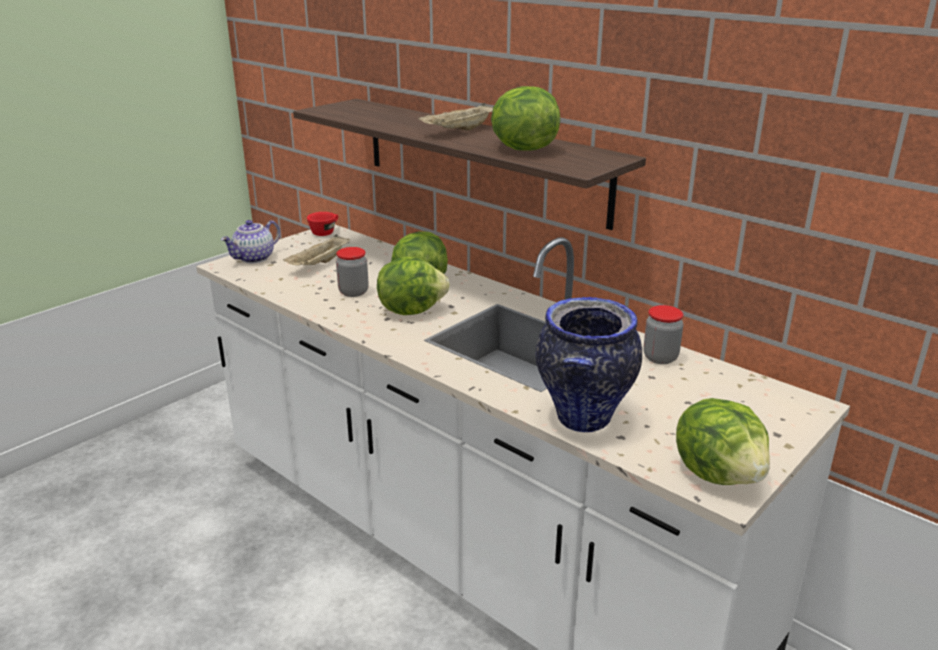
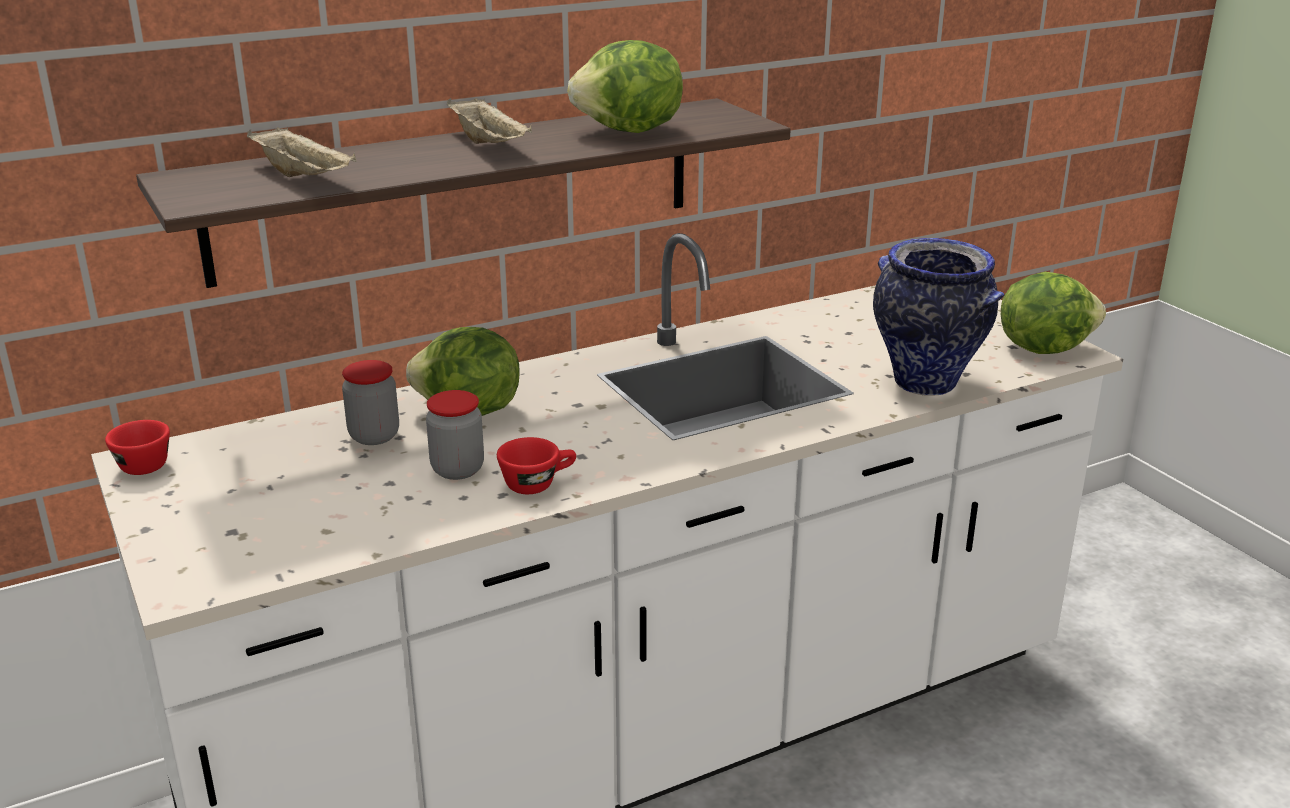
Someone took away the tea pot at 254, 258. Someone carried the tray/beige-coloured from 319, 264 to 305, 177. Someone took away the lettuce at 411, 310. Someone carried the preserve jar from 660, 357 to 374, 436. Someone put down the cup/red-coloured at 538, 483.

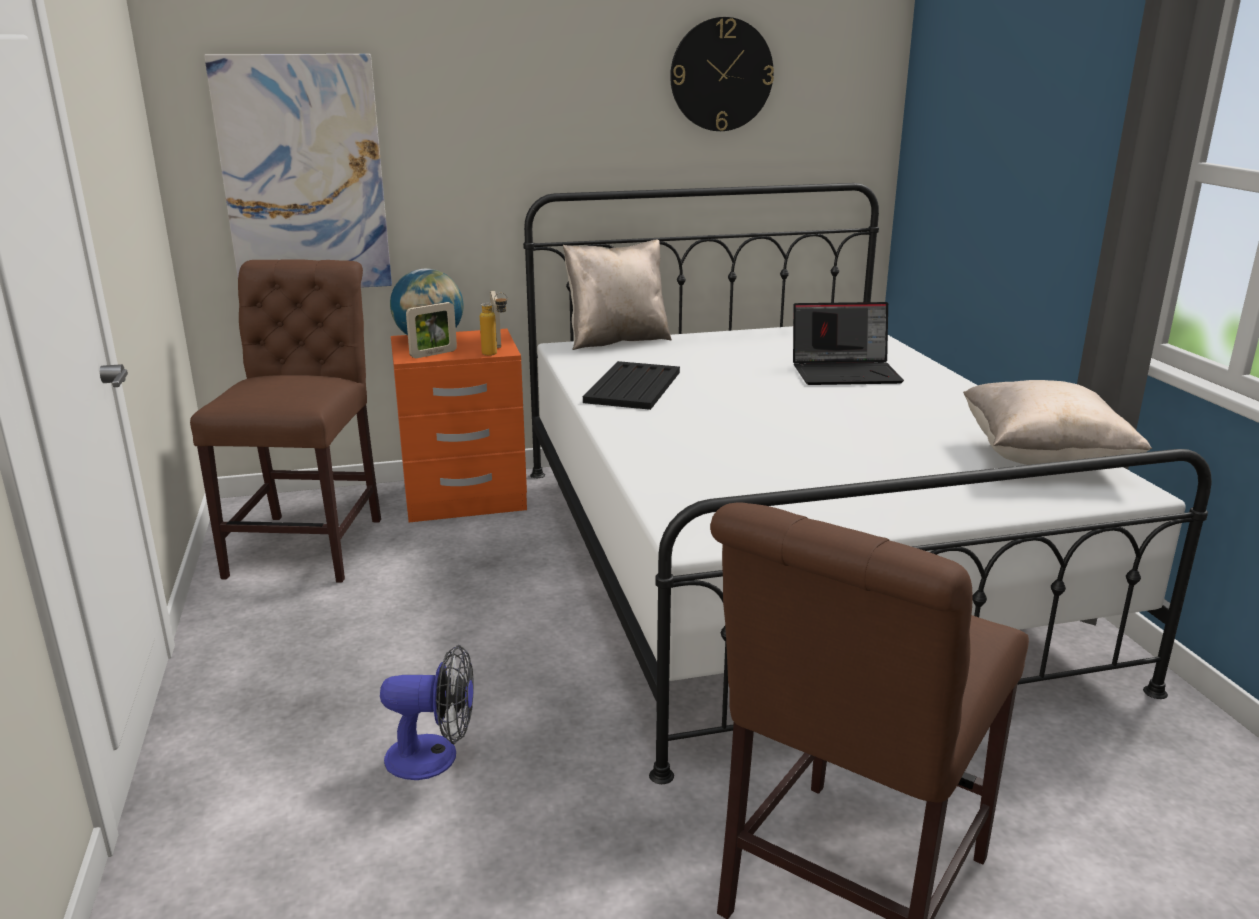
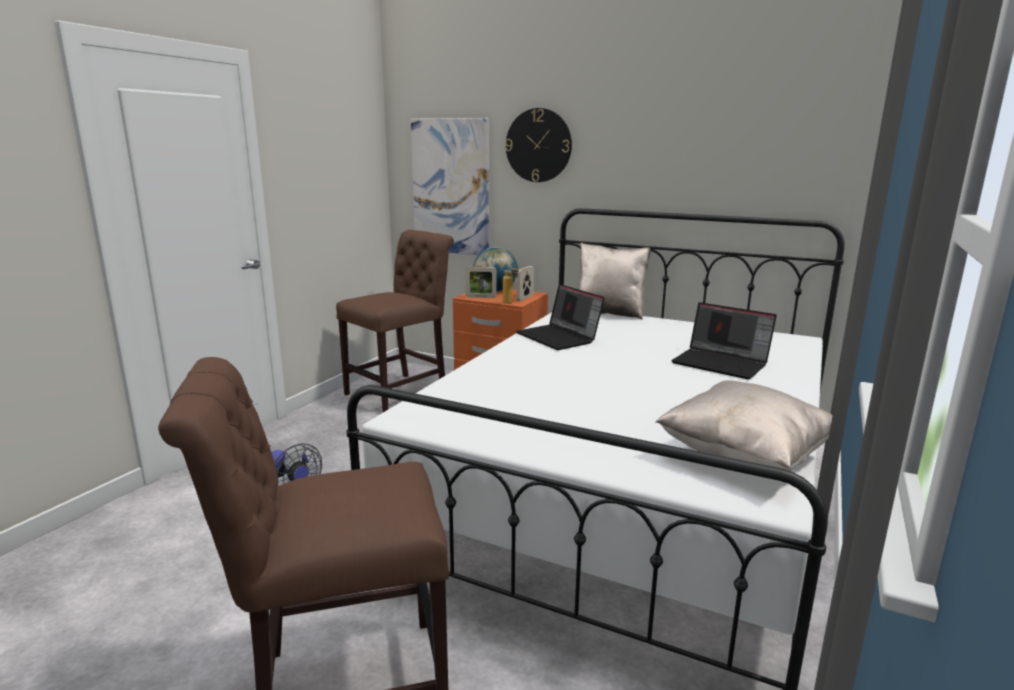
Someone carried the hanging clock from 721, 75 to 538, 145. Someone swapped the tray/black at 634, 386 for the laptop at 559, 337.

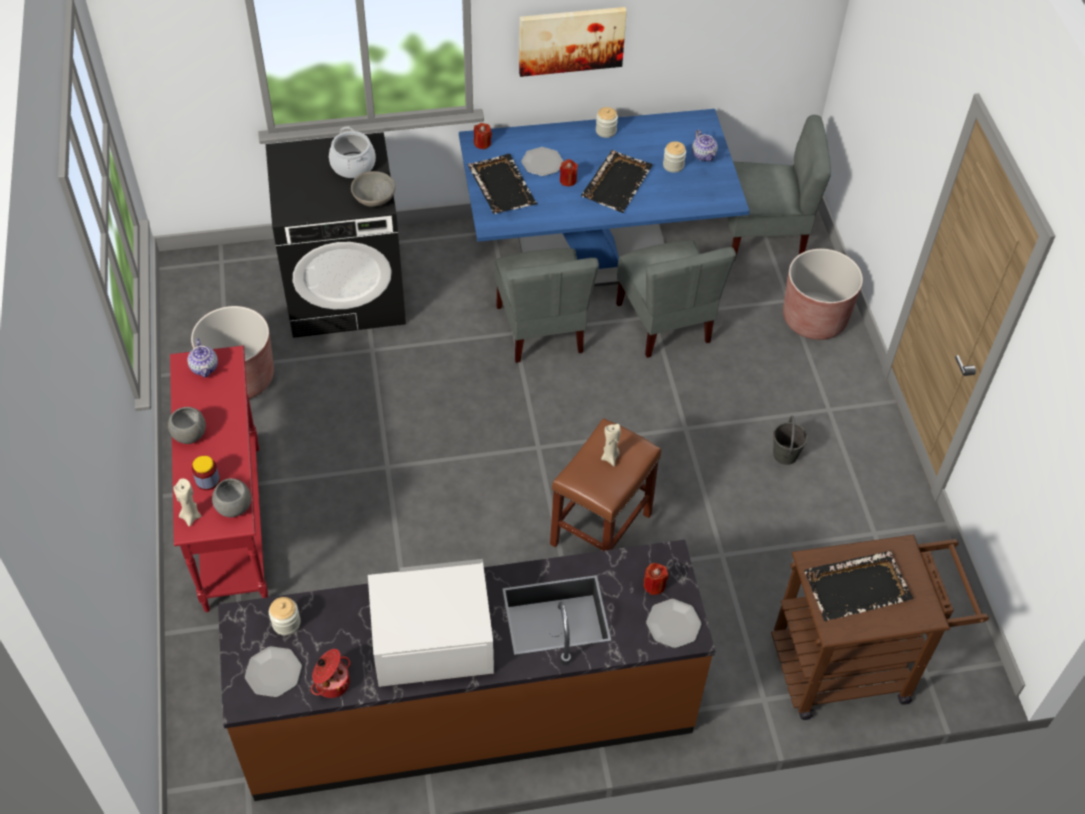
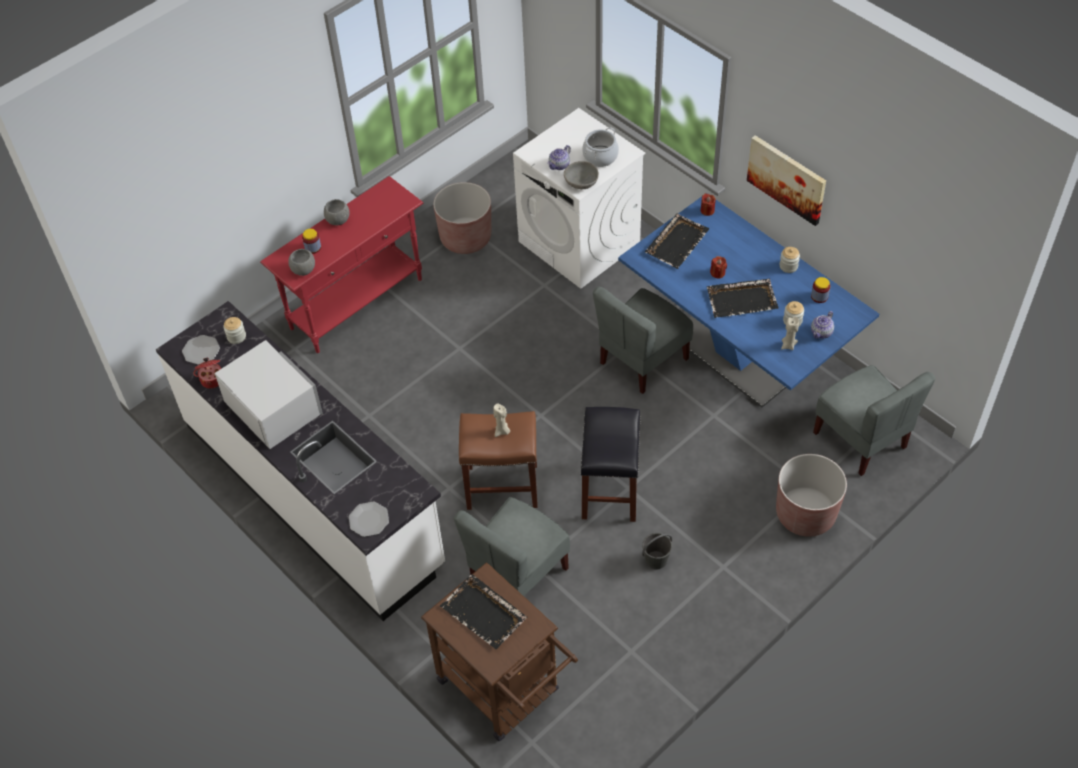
Someone repainted the washing machine/black at 346, 291, which became the washing machine/whitish at 579, 243. Someone took away the dinner plate at 542, 162. Someone carried the plain chair/gray from 665, 323 to 517, 574. Someone carried the tea pot from 205, 367 to 559, 165. Someone carried the wax candle/beige-coloured from 191, 516 to 788, 345. Someone repainted the kitchen counter/brown-coloured at 469, 712, which became the kitchen counter/whitish at 314, 494. Someone took away the wax candle/red-coloured at 654, 585. Someone put down the preserve jar at 819, 296. Someone put down the stool/black at 610, 491.

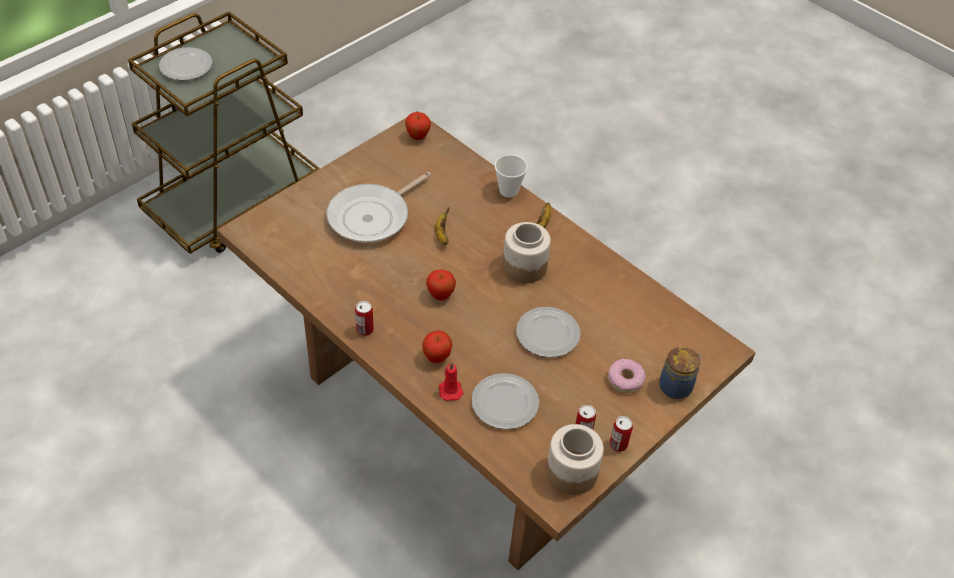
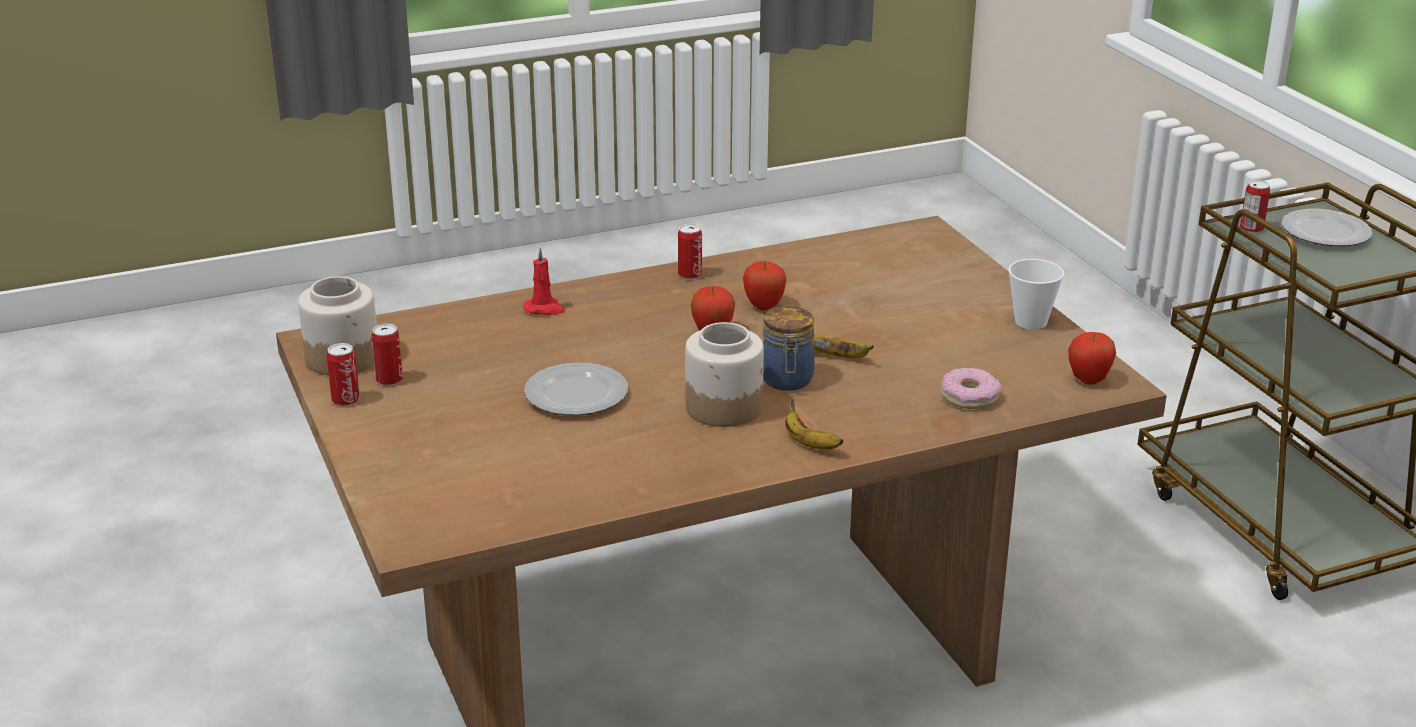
Someone carried the cup from 508, 190 to 1031, 322. Someone took away the skillet at 372, 216. Someone carried the whole apple from 437, 358 to 764, 306. Someone carried the preserve jar from 676, 386 to 787, 381. Someone carried the donut from 625, 379 to 969, 397. Someone took away the dinner plate at 504, 403. Someone put down the sealed can at 1251, 229.

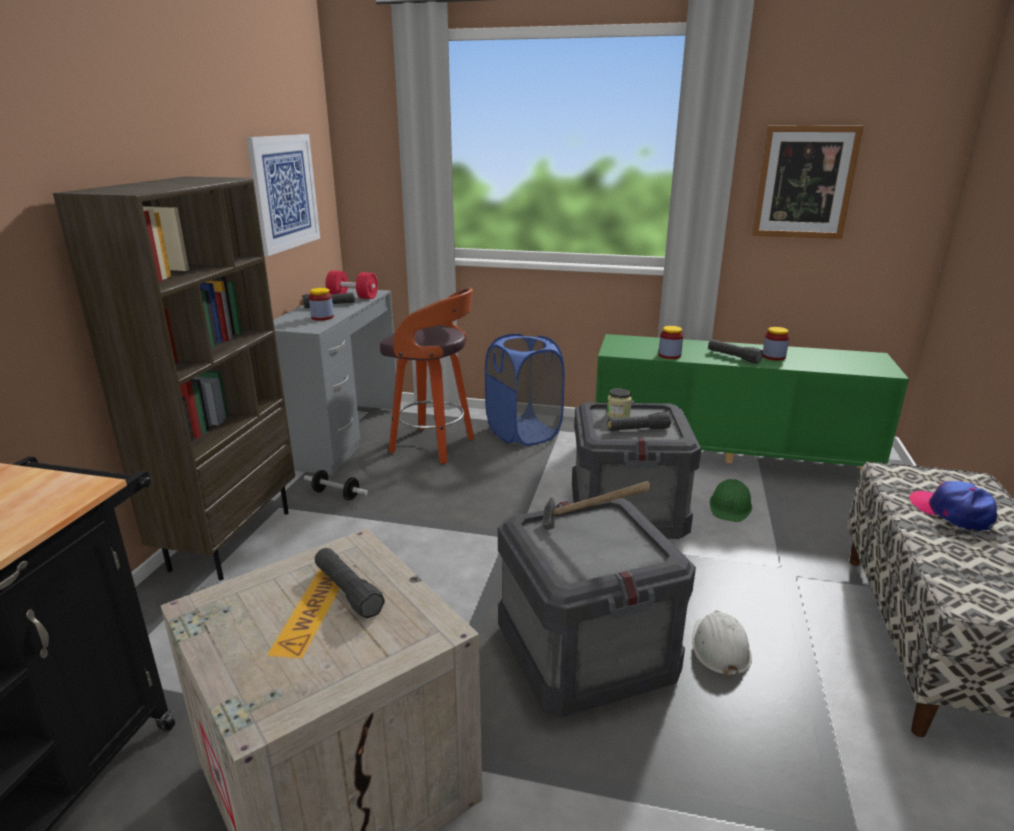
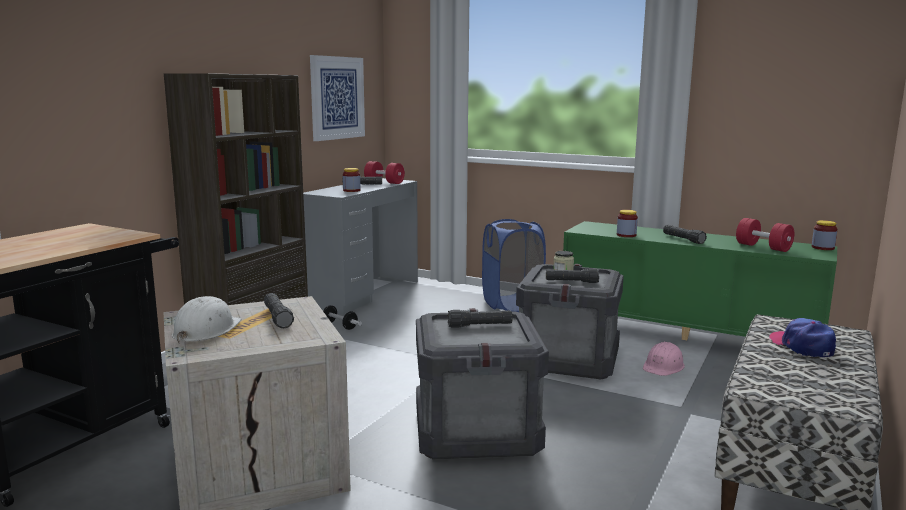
Someone took away the picture at 805, 182. Someone took away the stool at 434, 446. Someone carried the preserve jar from 773, 357 to 822, 248. Someone repainted the hard hat/green at 730, 507, which became the hard hat/pink at 663, 366. Someone swapped the hand hammer at 587, 531 for the flashlight/black at 480, 326. Someone carried the hard hat/whitish from 719, 648 to 206, 330. Someone put down the free weight/red-coloured at 763, 247.

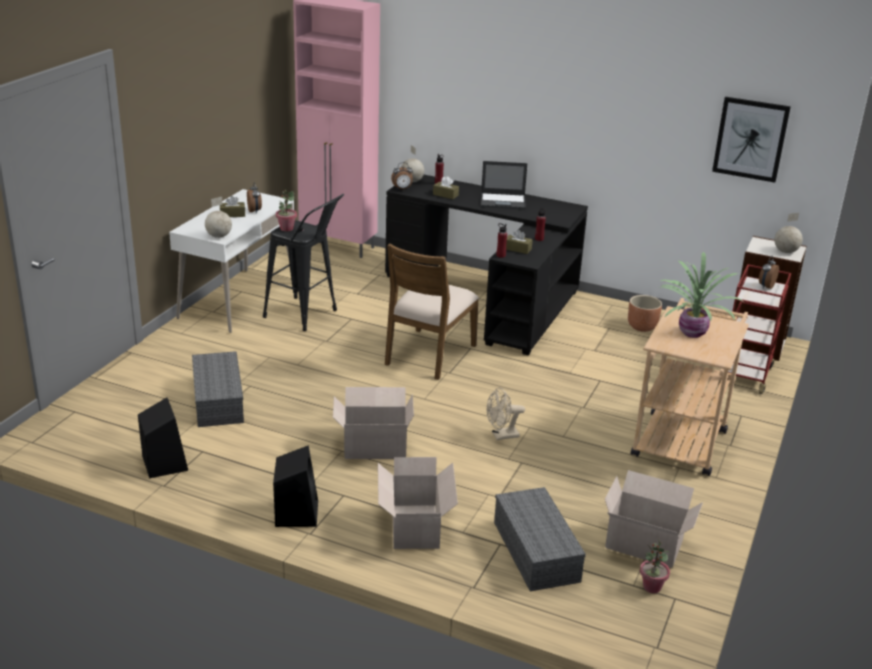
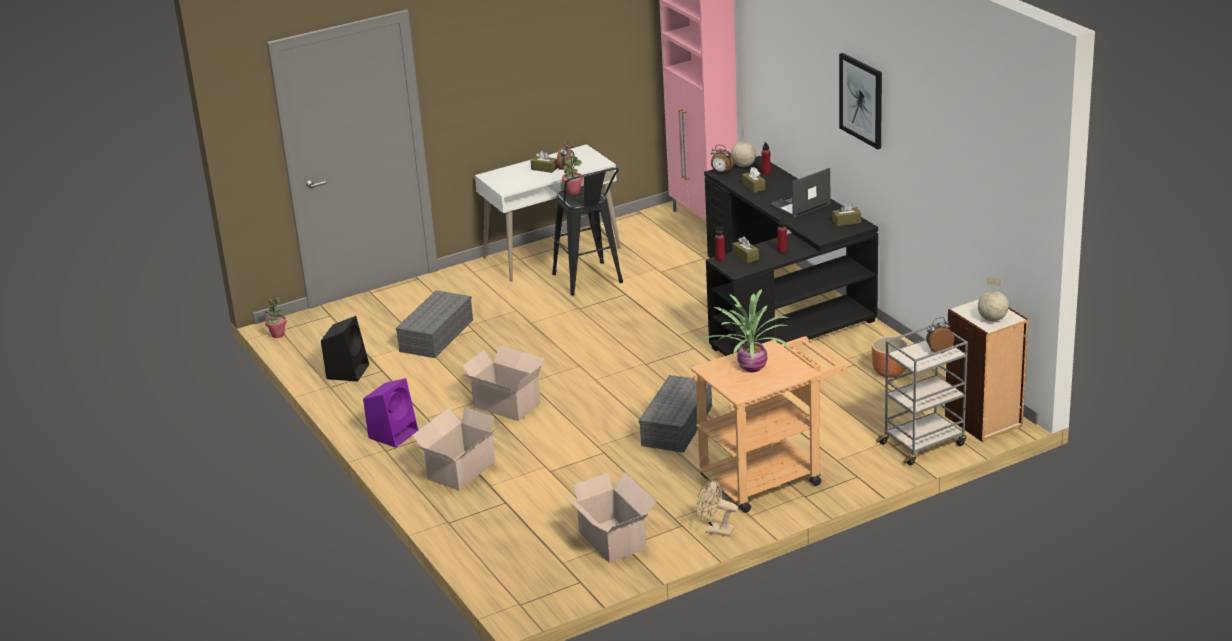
Someone carried the picture from 750, 139 to 861, 100. Someone rotated the laptop at 503, 201 by 105 degrees clockwise. Someone took away the desk globe at 218, 236. Someone took away the plain chair/brown-coloured at 429, 354. Someone repainted the wheeled cart/red-coloured at 745, 374, which became the wheeled cart/gray at 923, 443. Someone carried the electric fan/beige-coloured from 501, 436 to 715, 530. Someone repainted the speaker/black at 296, 512, which became the speaker/purple-coloured at 394, 433. Someone carried the storage box/gray from 537, 552 to 677, 426. Someone carried the houseplant from 651, 587 to 277, 335. Someone put down the tissue box/brown-coloured at 846, 221.

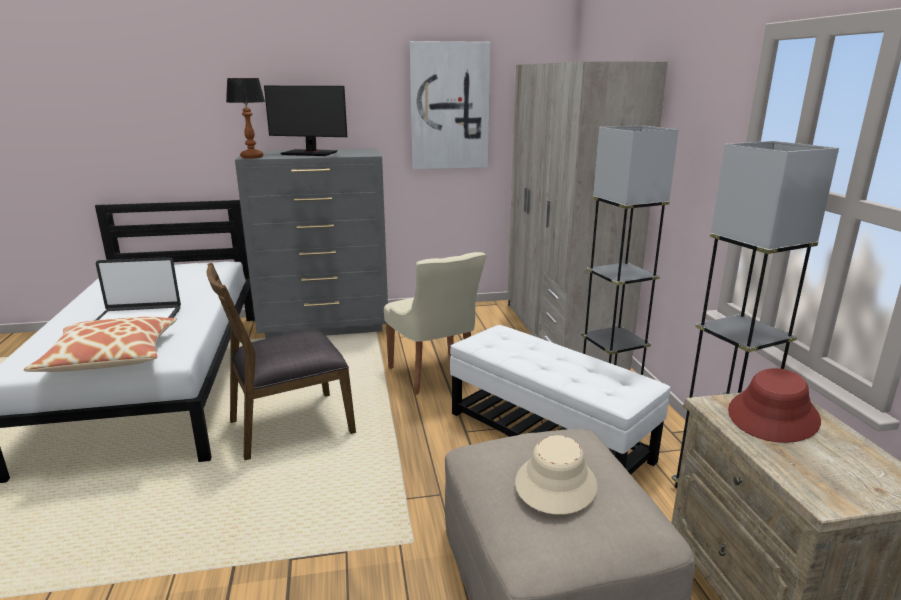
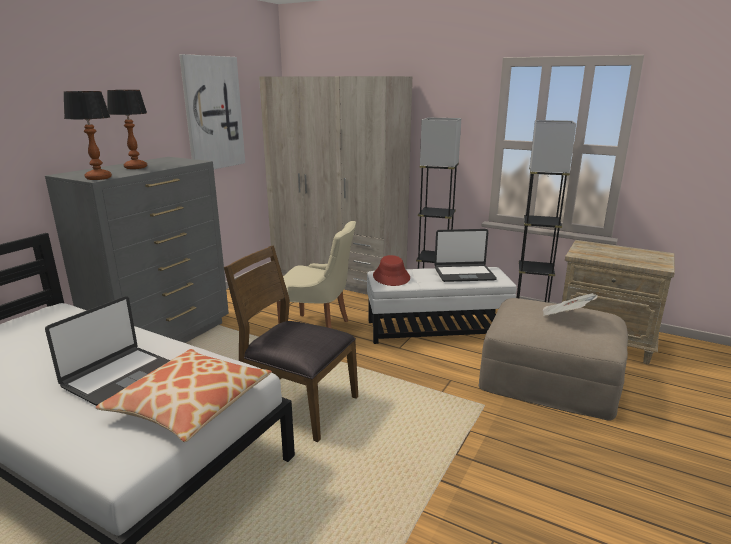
Someone swapped the monitor at 310, 153 for the tabletop lamp at 136, 167. Someone rotated the plain chair/brown-coloured at 290, 425 by 105 degrees clockwise. Someone carried the clothing hat/red-coloured from 773, 416 to 391, 277. Someone swapped the clothing hat/beige-coloured at 555, 484 for the daily paper at 565, 317. Someone put down the laptop at 464, 274.

